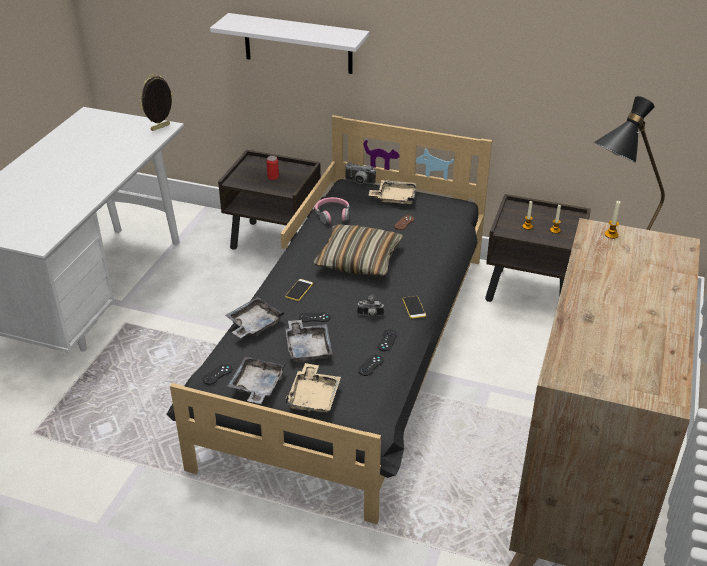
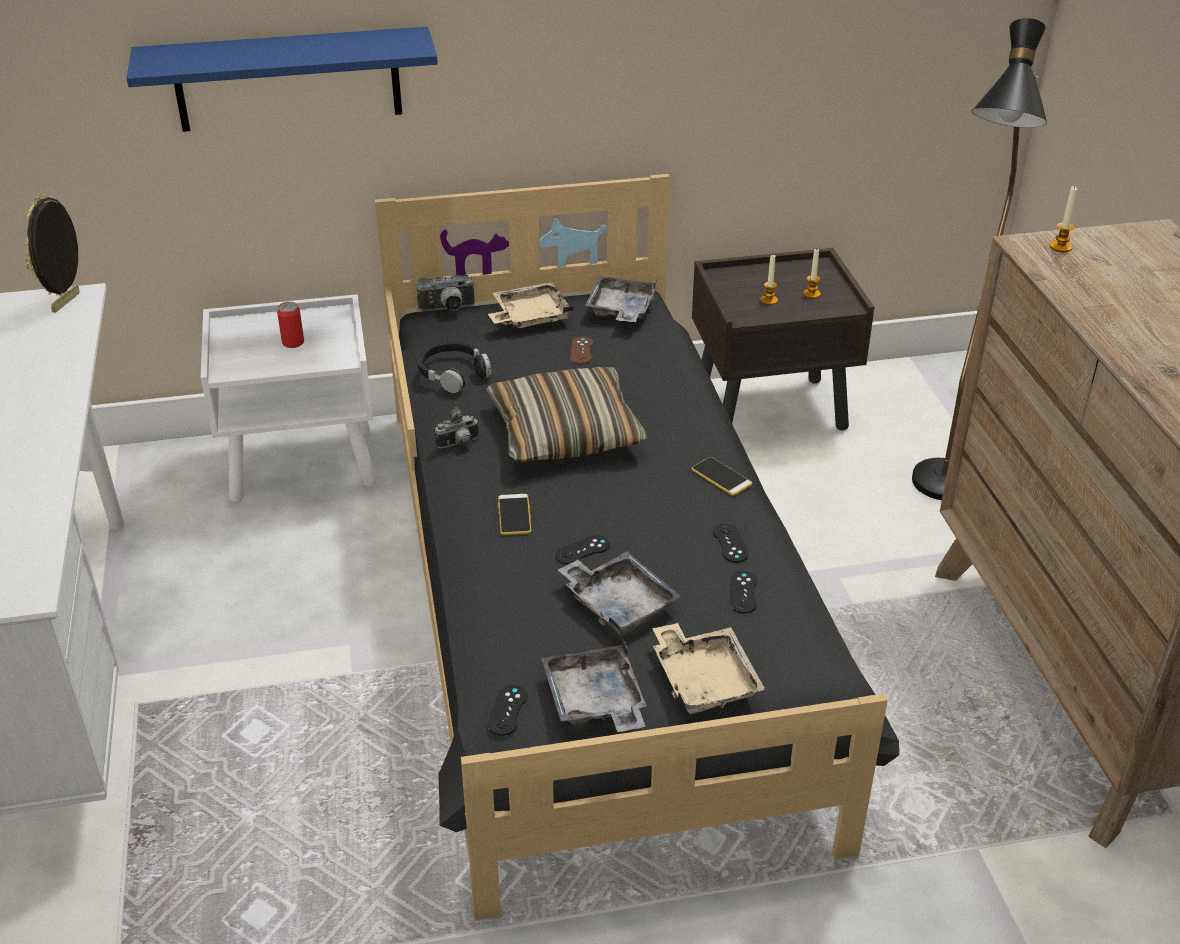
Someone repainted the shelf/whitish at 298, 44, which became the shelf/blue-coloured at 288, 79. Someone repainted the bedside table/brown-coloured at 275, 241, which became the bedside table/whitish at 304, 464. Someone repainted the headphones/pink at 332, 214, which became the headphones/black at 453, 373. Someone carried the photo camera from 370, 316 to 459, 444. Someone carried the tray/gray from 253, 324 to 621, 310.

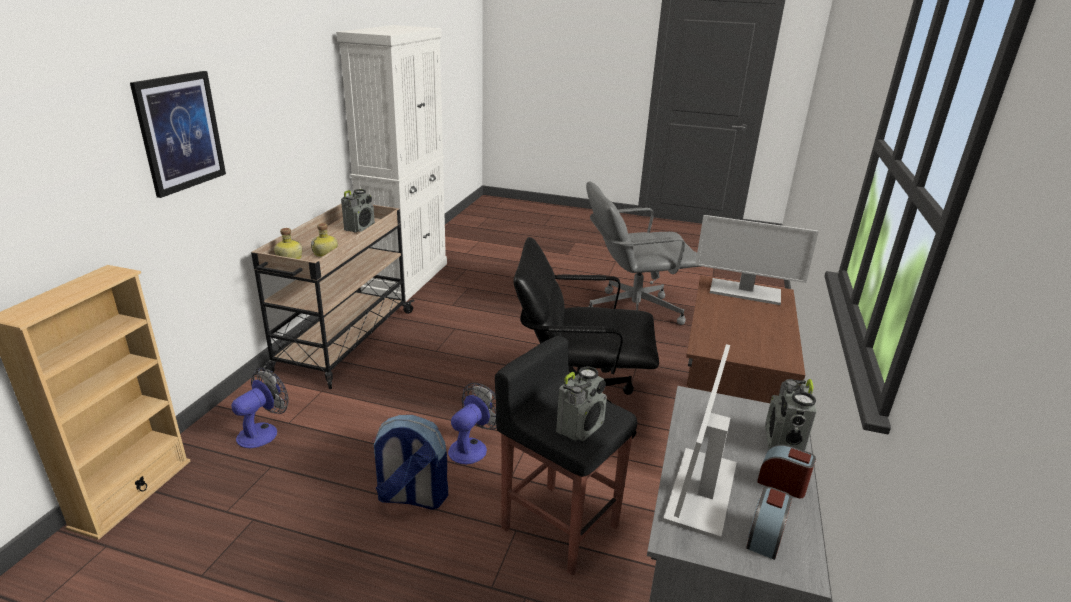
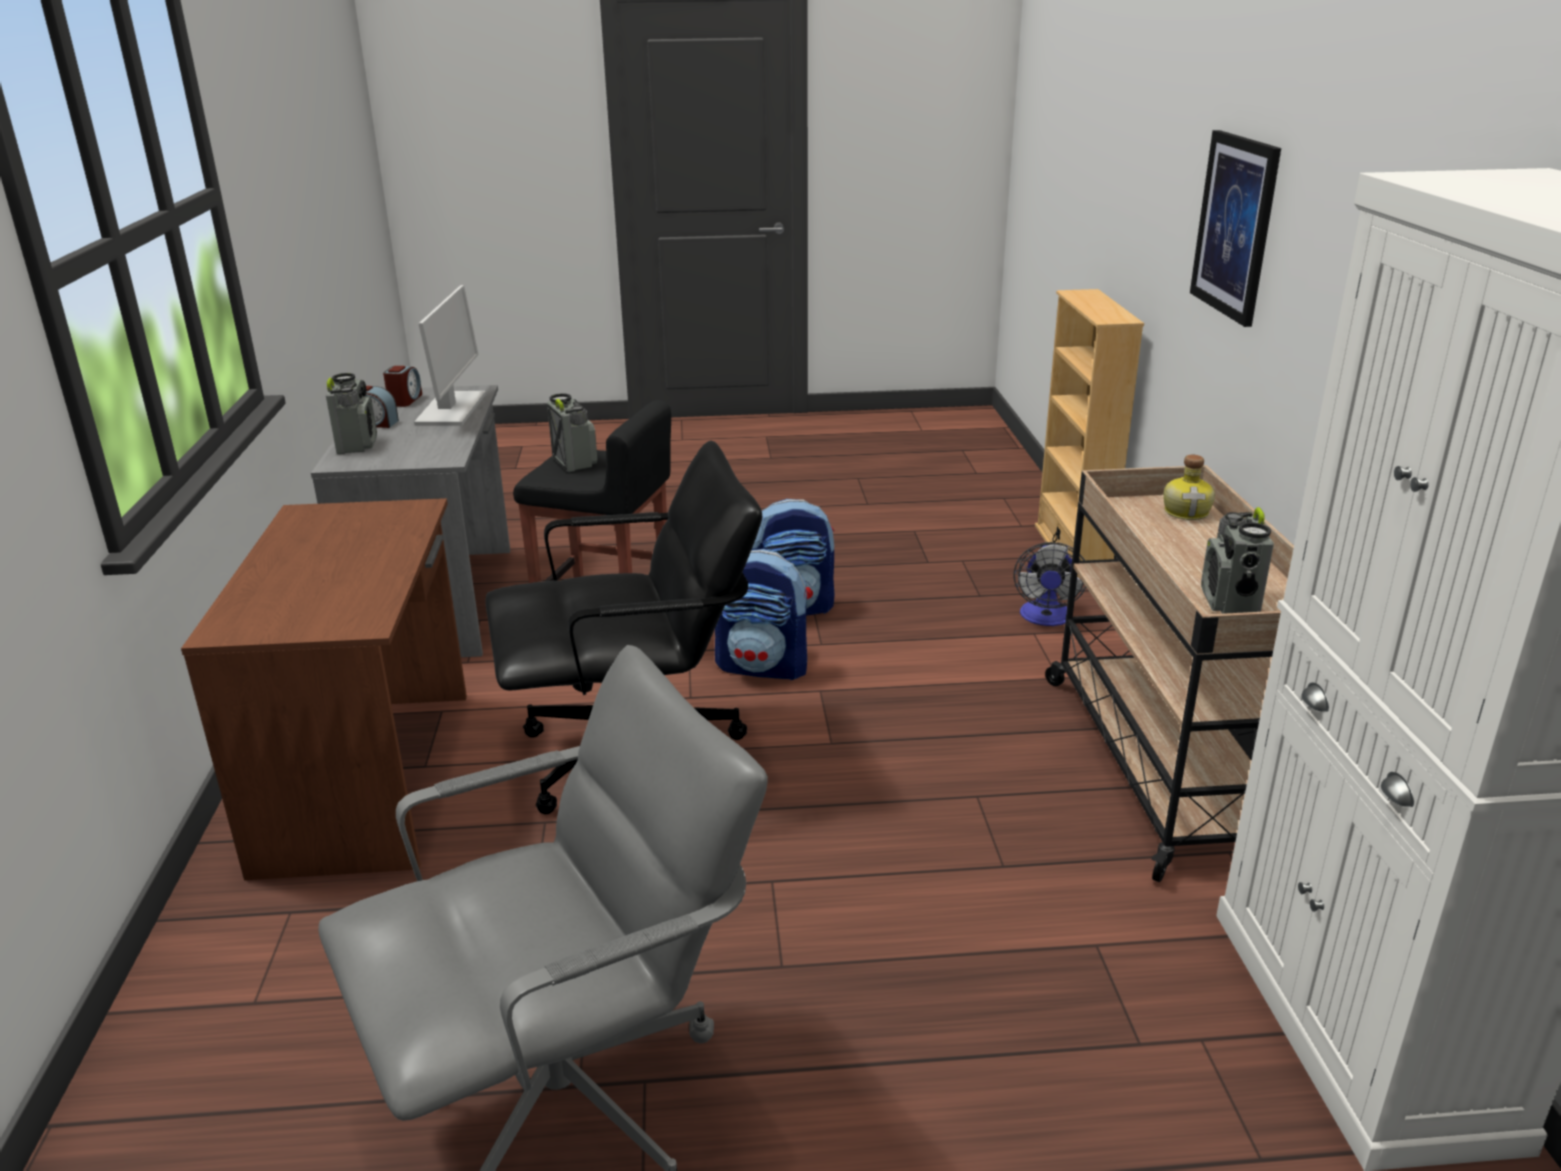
Someone took away the monitor at 744, 292. Someone took away the bottle at 326, 253. Someone rotated the radio set at 580, 428 by 135 degrees clockwise. Someone swapped the electric fan at 472, 447 for the rucksack at 764, 667.

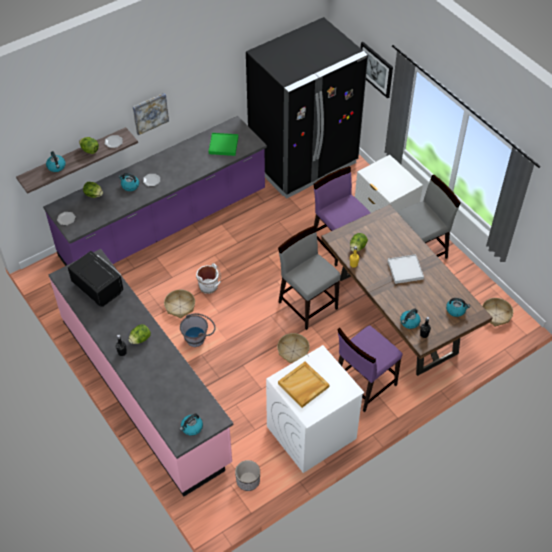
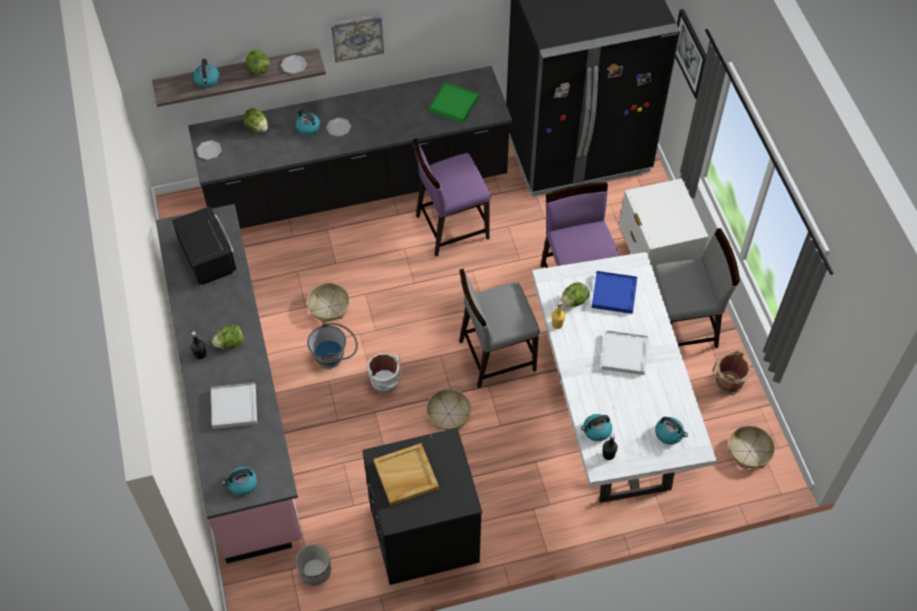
Someone repainted the kitchen counter/purple-coloured at 164, 224, which became the kitchen counter/black at 357, 187. Someone repainted the dining table/brown-coloured at 396, 315, which became the dining table/whitish at 609, 408. Someone rotated the plain chair/gray at 307, 304 by 90 degrees counterclockwise. Someone carried the water bucket/whitish from 209, 287 to 385, 382. Someone carried the plain chair/purple-coloured from 364, 384 to 451, 227. Someone repainted the washing machine/whitish at 311, 433, which became the washing machine/black at 423, 534. Someone put down the tray/blue-coloured at 614, 293. Someone put down the water bucket/brown-coloured at 727, 382. Someone put down the tray/whitish at 234, 407.

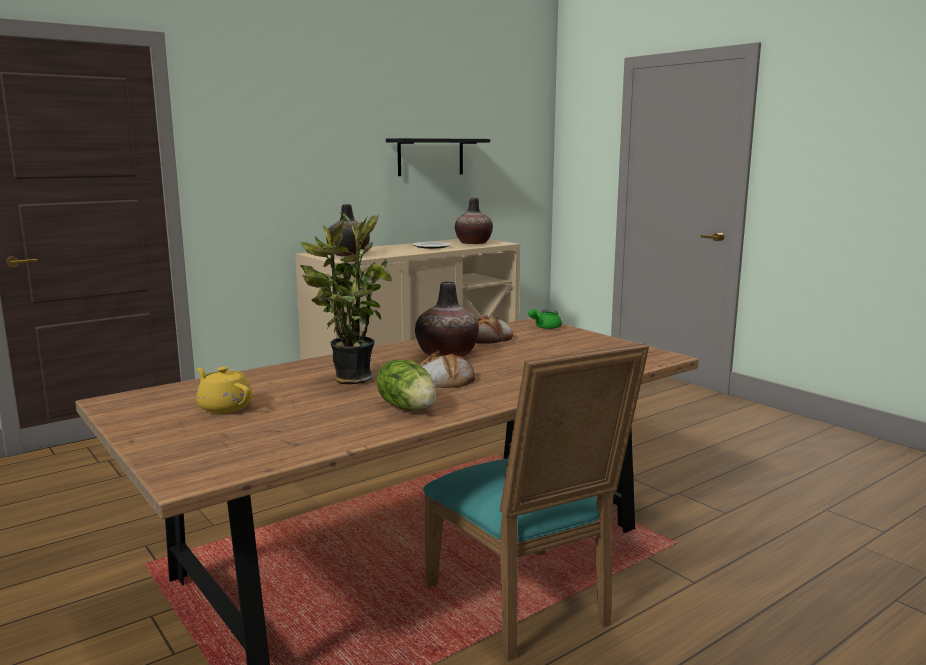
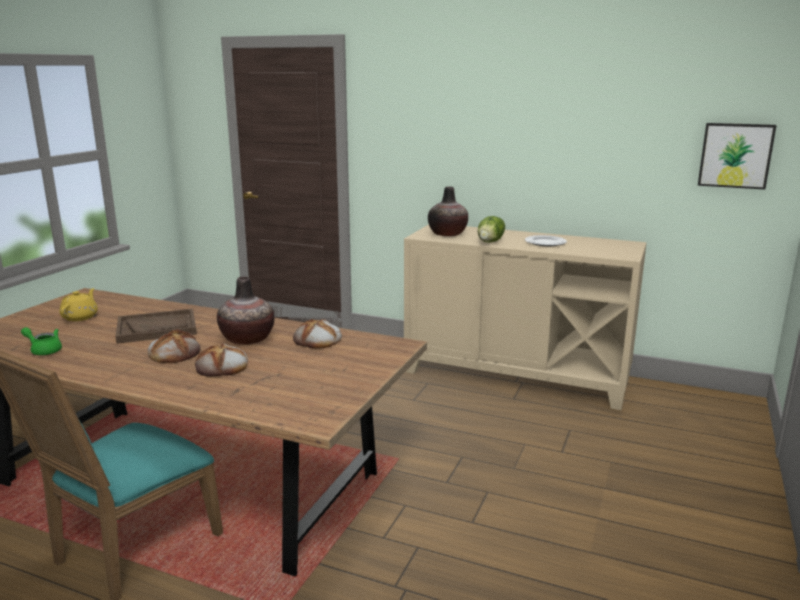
Someone took away the shelf/black at 430, 157. Someone took away the decorative vase at 473, 243. Someone swapped the houseplant at 348, 379 for the tray/brown-coloured at 157, 328. Someone carried the tea pot/green from 544, 327 to 44, 350. Someone carried the lettuce from 408, 407 to 490, 242. Someone put up the picture at 735, 155. Someone put down the bakery bread at 223, 366.

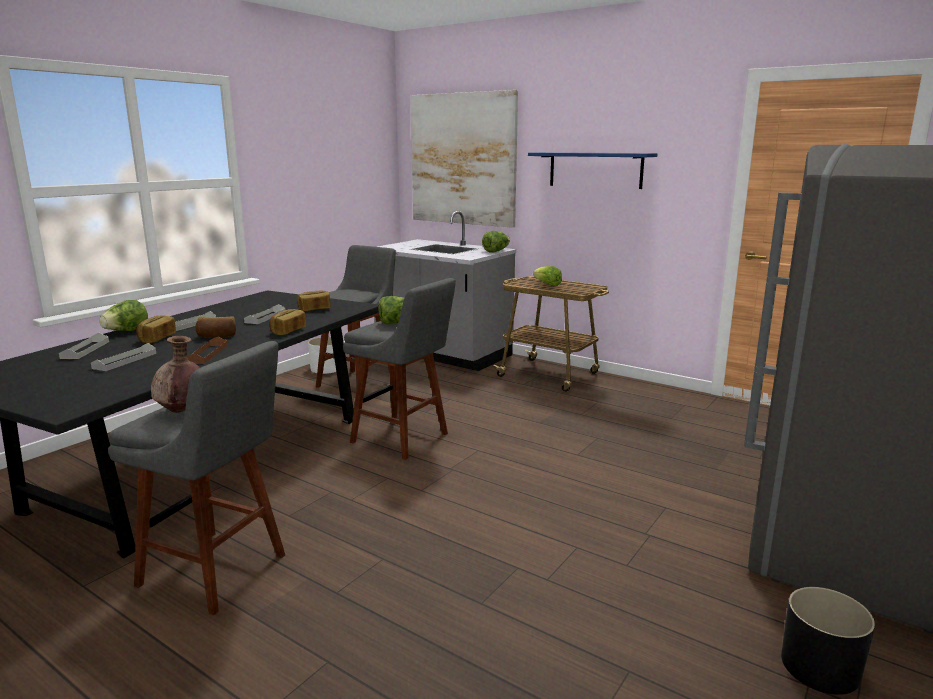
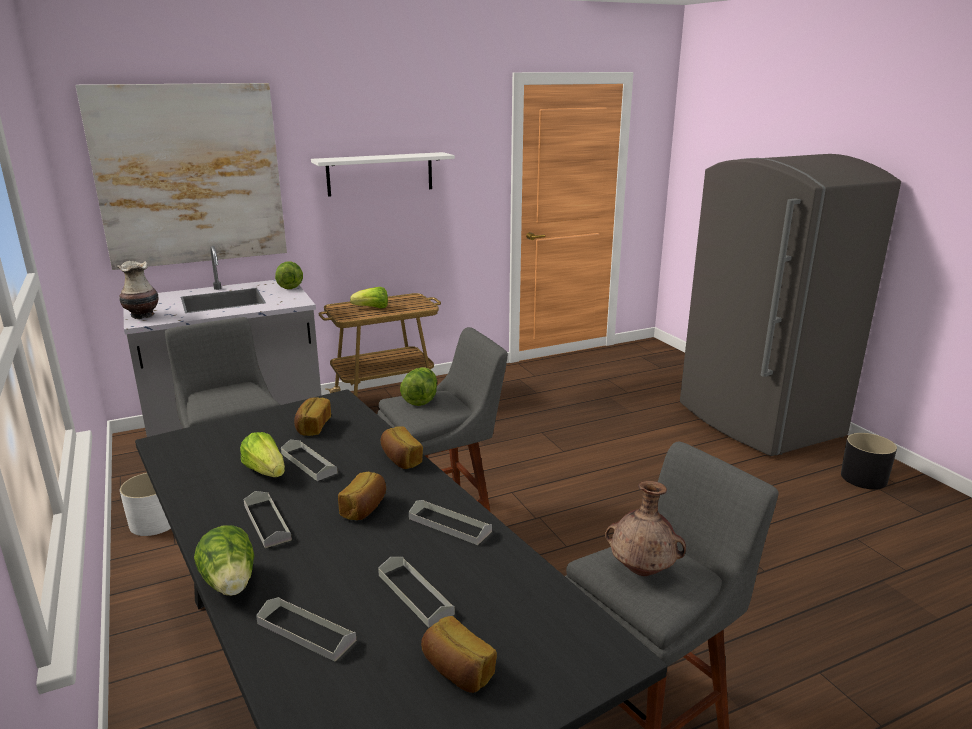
Someone repainted the shelf/blue-coloured at 595, 170, which became the shelf/whitish at 380, 174. Someone carried the bakery bread from 156, 338 to 457, 671. Someone repainted the tray/brown-coloured at 207, 354, which became the tray/gray at 449, 525. Someone put down the decorative vase at 143, 315. Someone put down the lettuce at 266, 471.

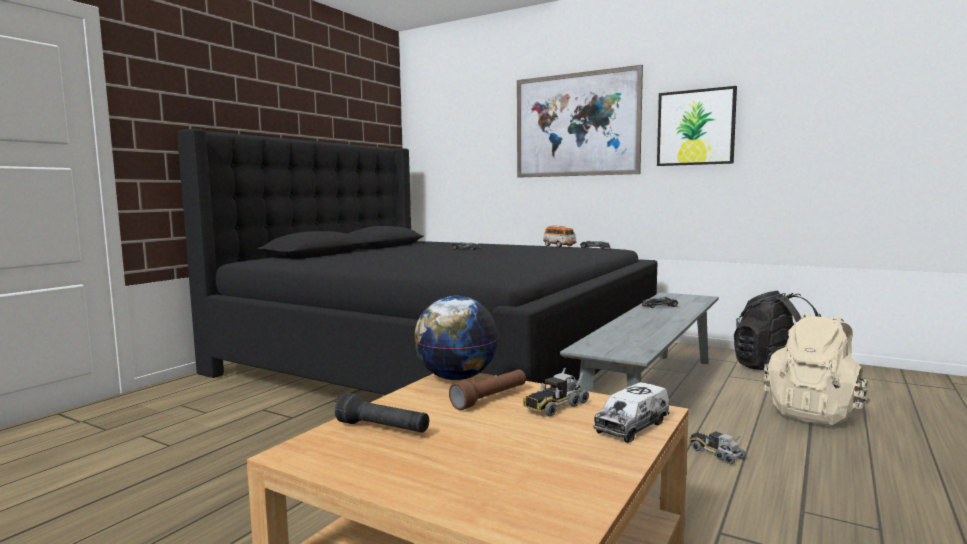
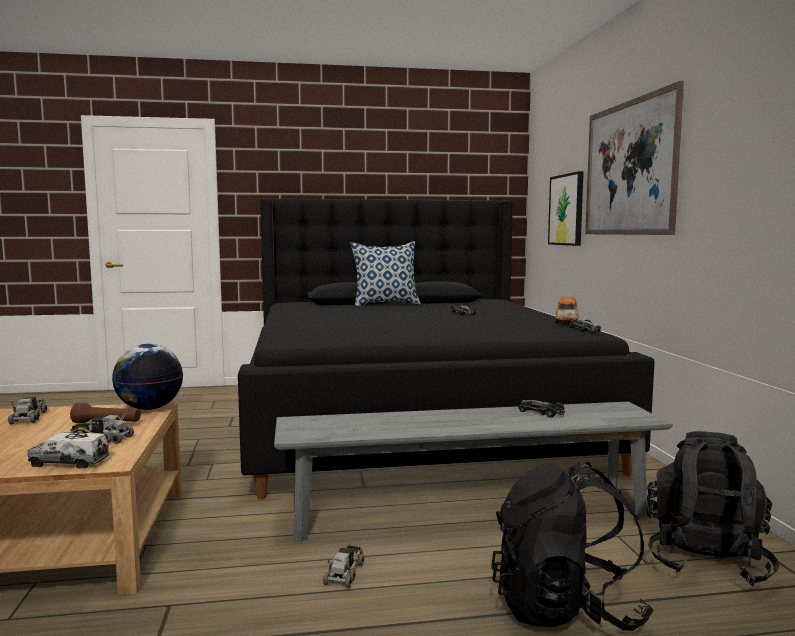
Someone carried the picture from 695, 127 to 566, 210. Someone repainted the rucksack/beige-coloured at 814, 413, which became the rucksack/black at 566, 609. Someone swapped the flashlight/black at 383, 429 for the model truck at 29, 417. Someone put down the throw pillow at 386, 304.

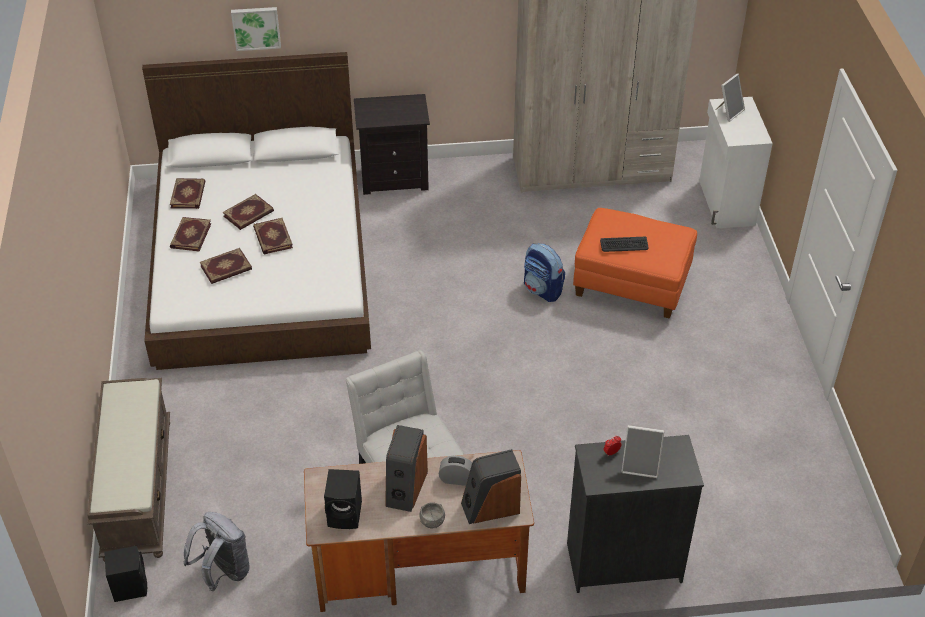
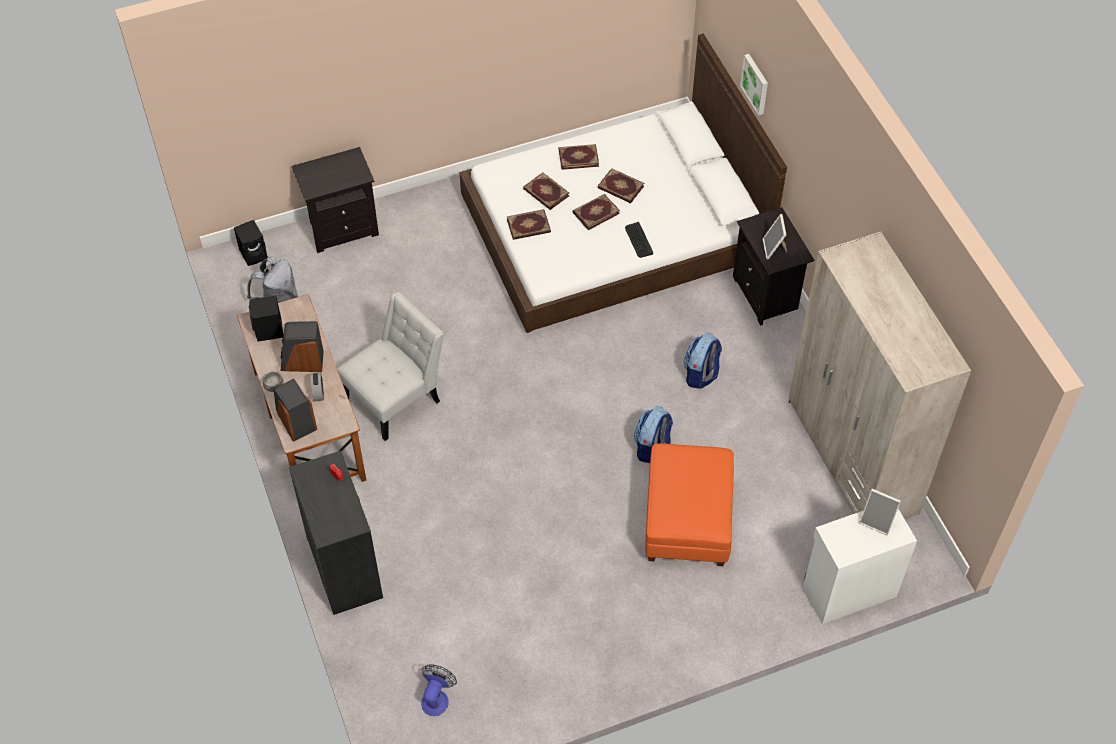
Someone carried the volume from 189, 195 to 528, 226. Someone carried the PC keyboard from 624, 245 to 638, 240. Someone swapped the long seat/brown-coloured at 137, 488 for the bedside table/black at 342, 228. Someone carried the standing frame from 641, 465 to 774, 249. Someone put down the rucksack at 701, 374. Someone put down the electric fan at 436, 698.

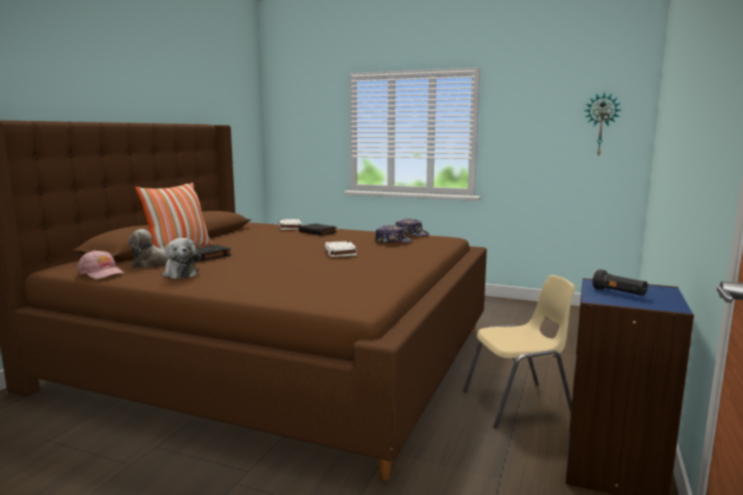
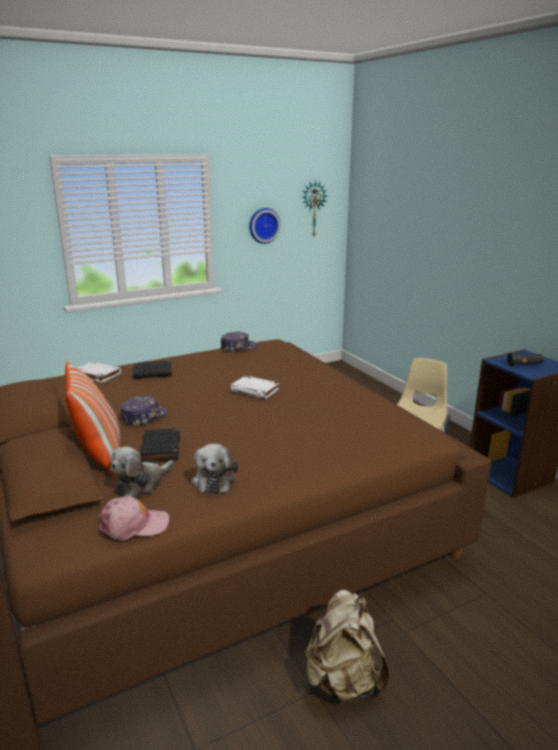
Someone carried the peaked cap from 393, 241 to 144, 417. Someone rotated the plush toy at 180, 273 by 75 degrees clockwise. Someone put up the hanging clock at 263, 225. Someone put down the rucksack/beige-coloured at 342, 680.

